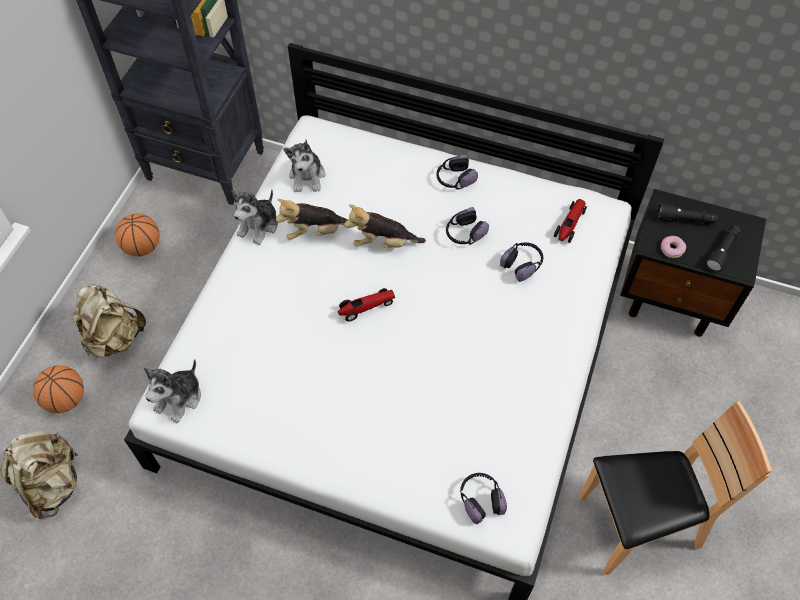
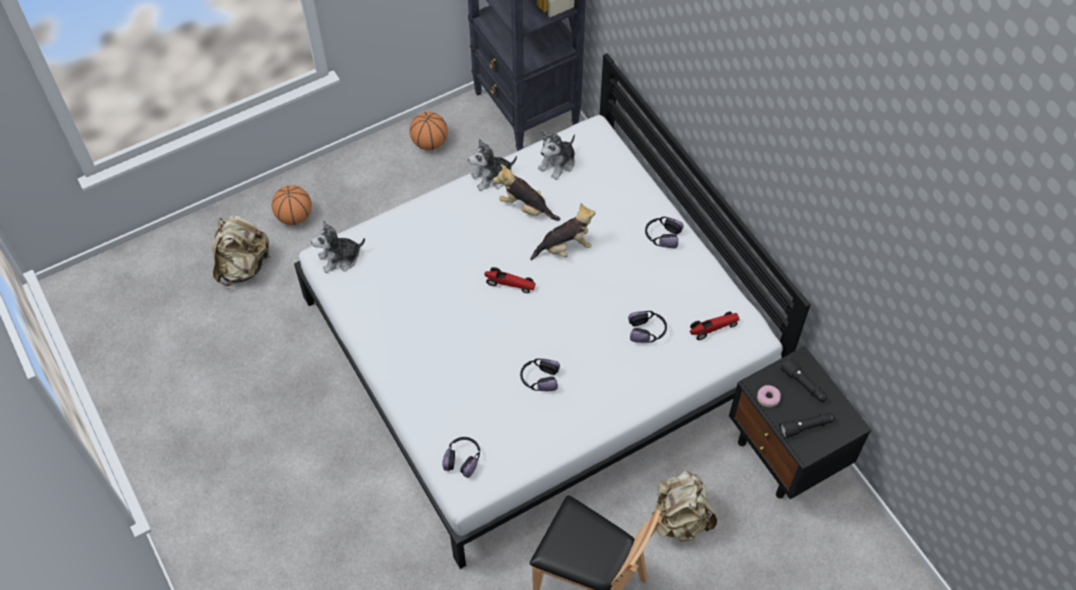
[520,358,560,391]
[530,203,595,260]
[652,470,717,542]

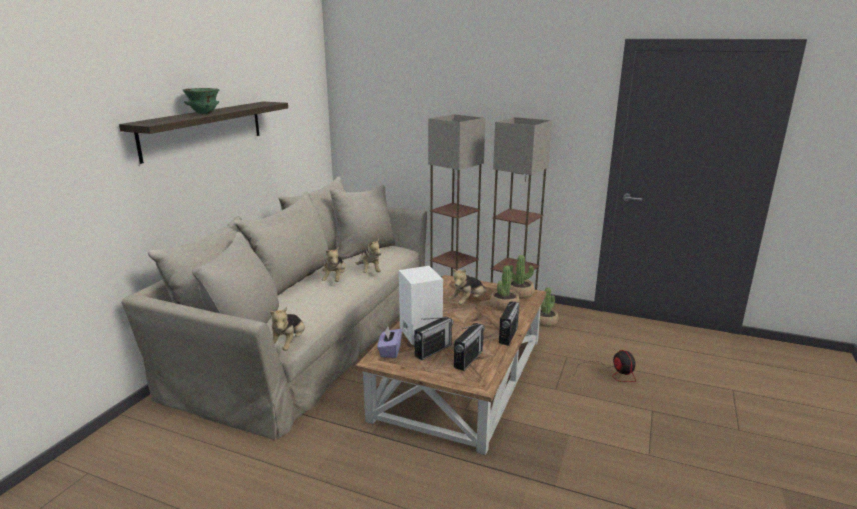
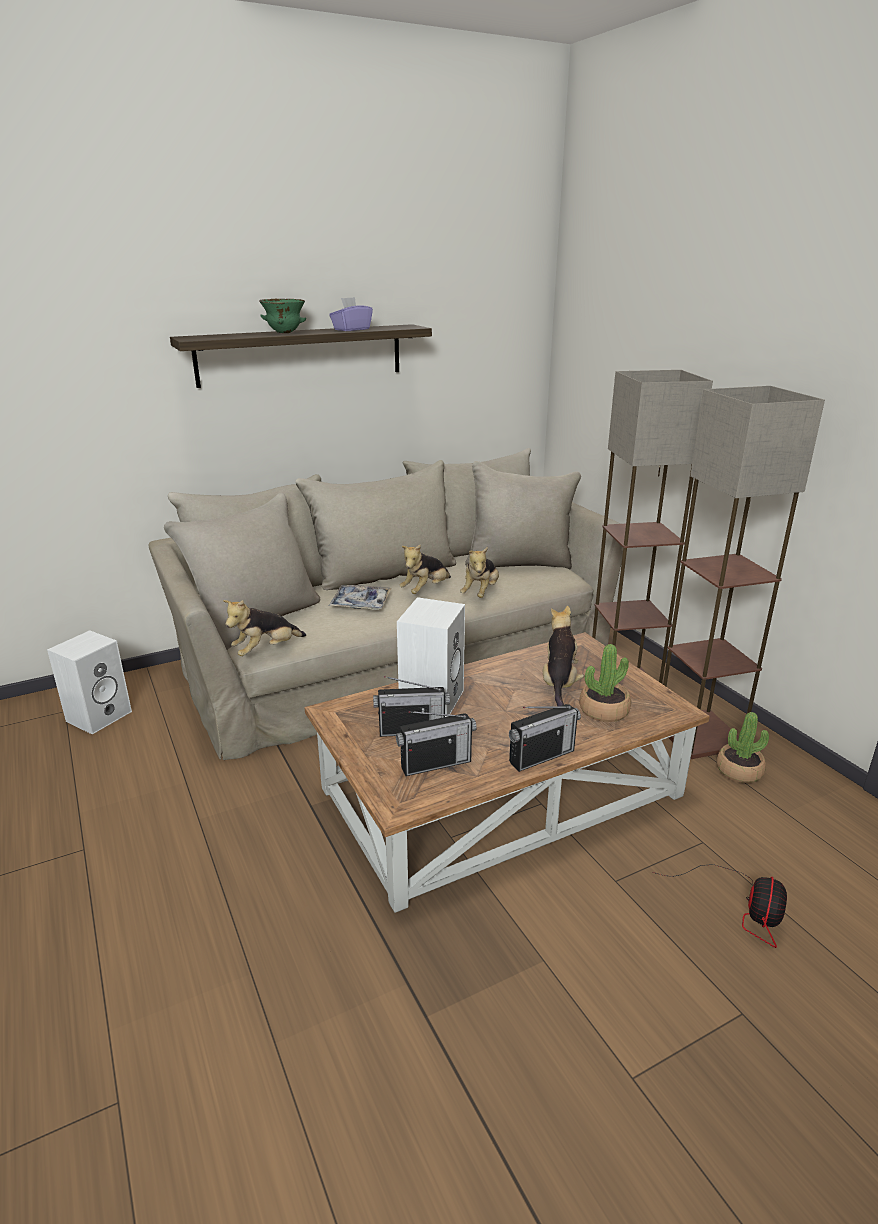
[47,630,132,734]
[329,297,373,331]
[329,585,391,610]
[543,606,584,707]
[509,255,534,299] (first image)

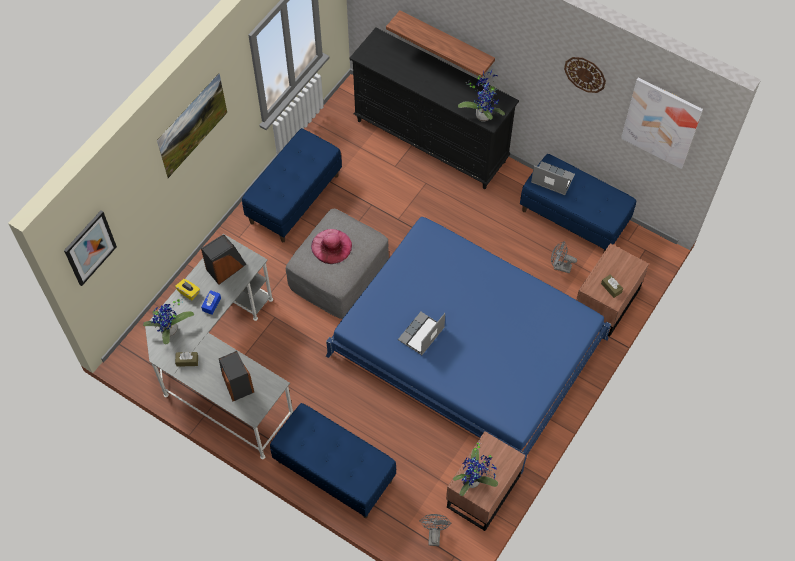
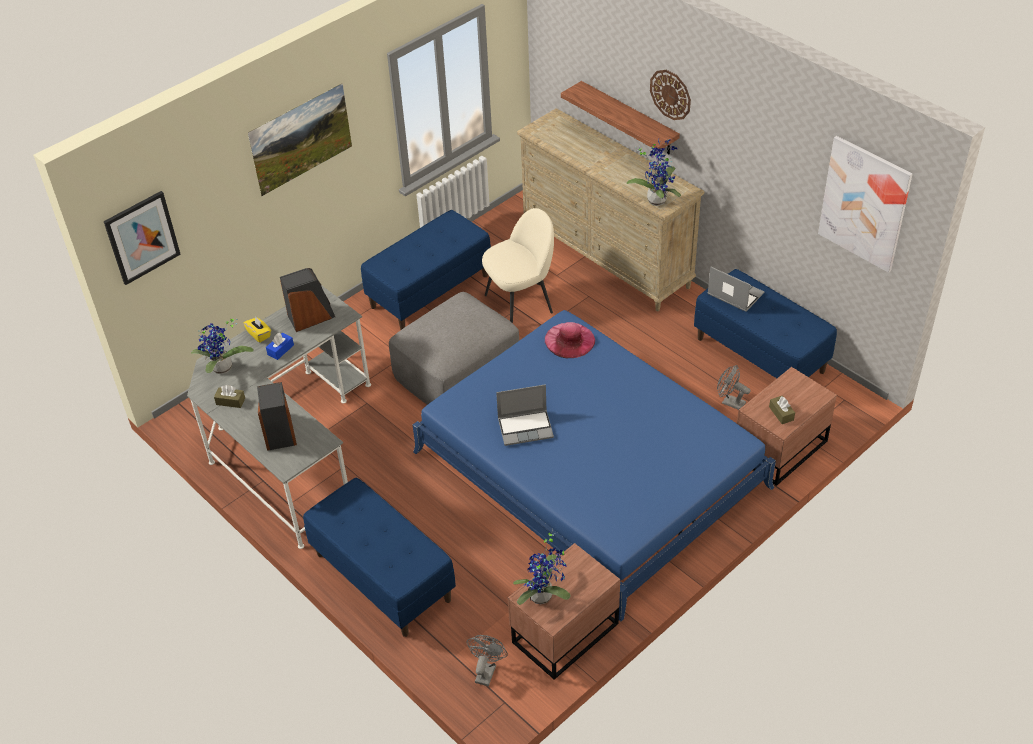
[482,208,554,323]
[496,384,554,446]
[517,108,704,311]
[545,322,595,358]
[650,70,691,120]

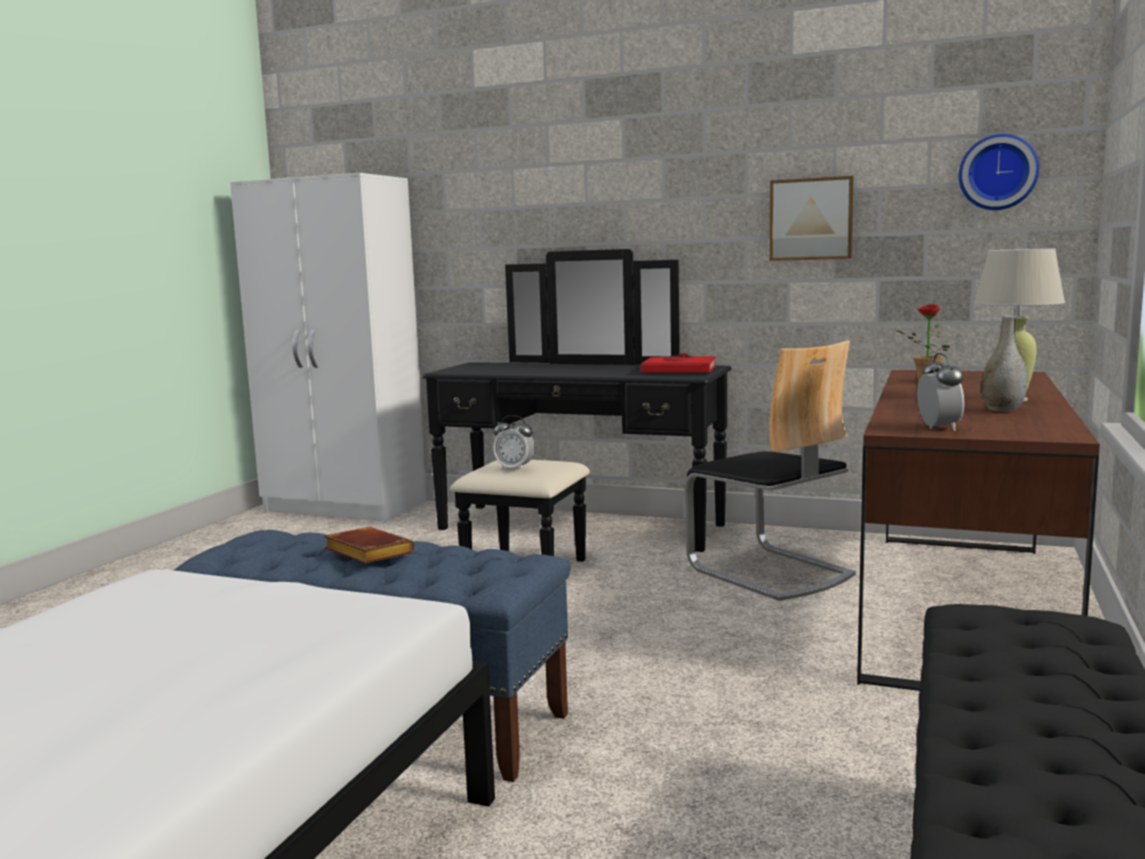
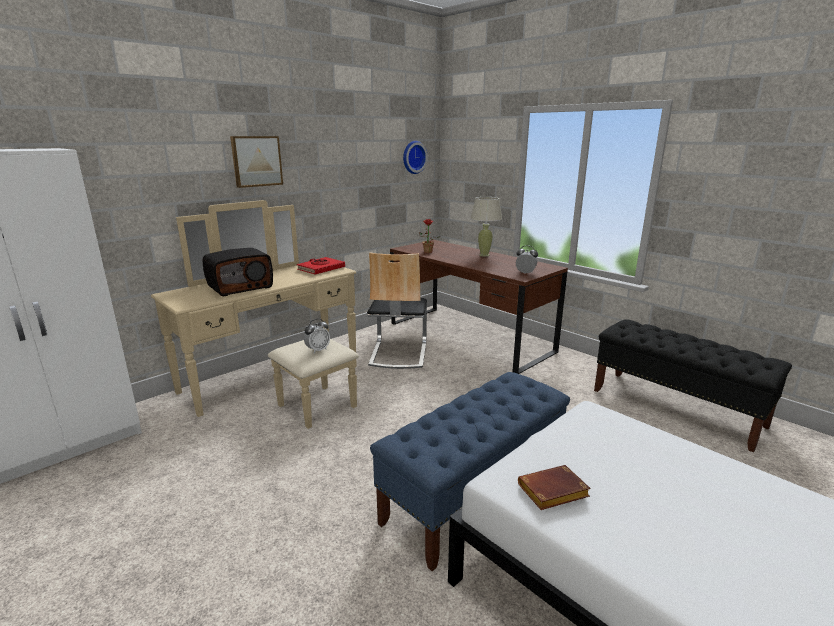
[151,200,359,429]
[203,248,273,296]
[230,136,283,188]
[367,252,427,369]
[518,465,591,510]
[981,315,1027,412] (first image)

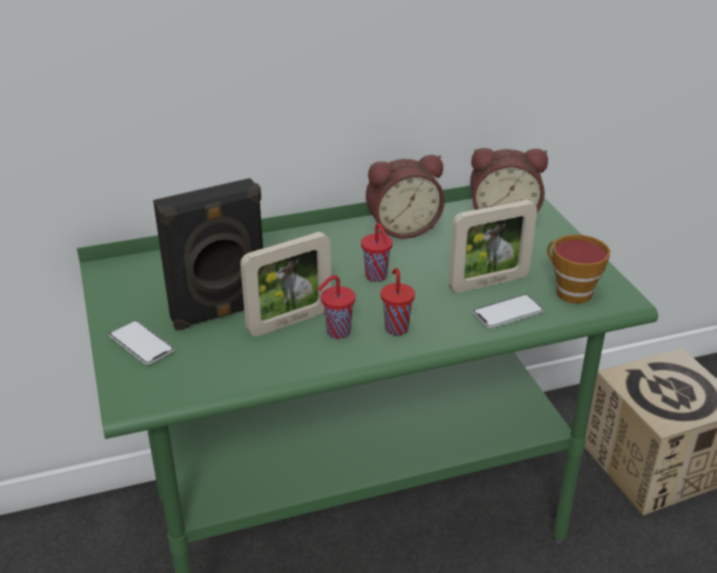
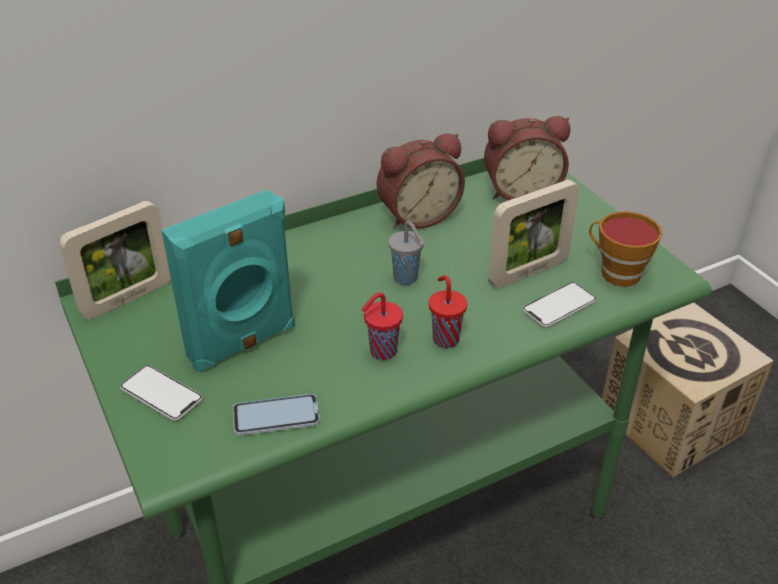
[59,201,171,320]
[161,189,295,372]
[233,394,320,436]
[388,221,424,285]

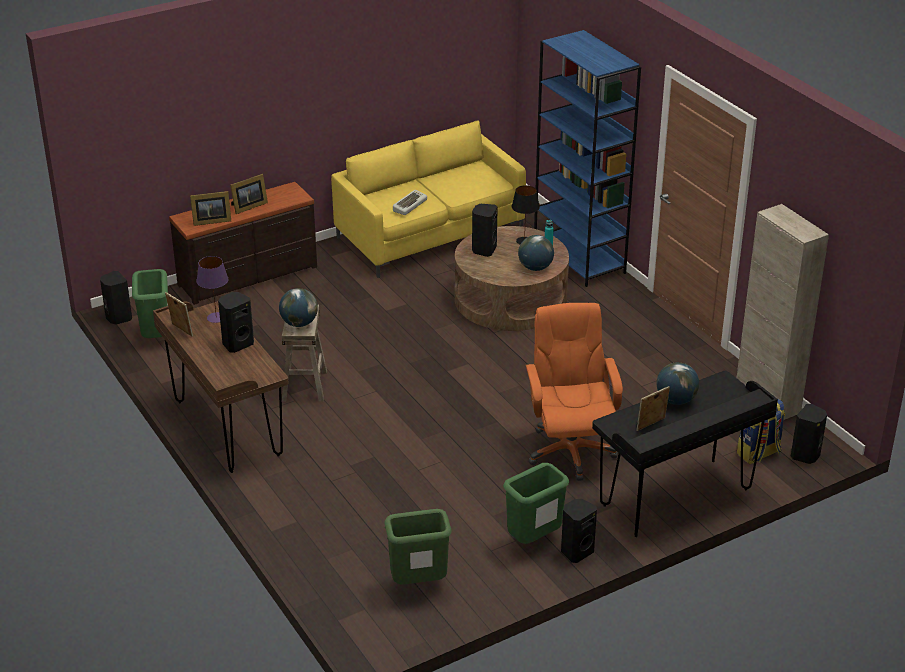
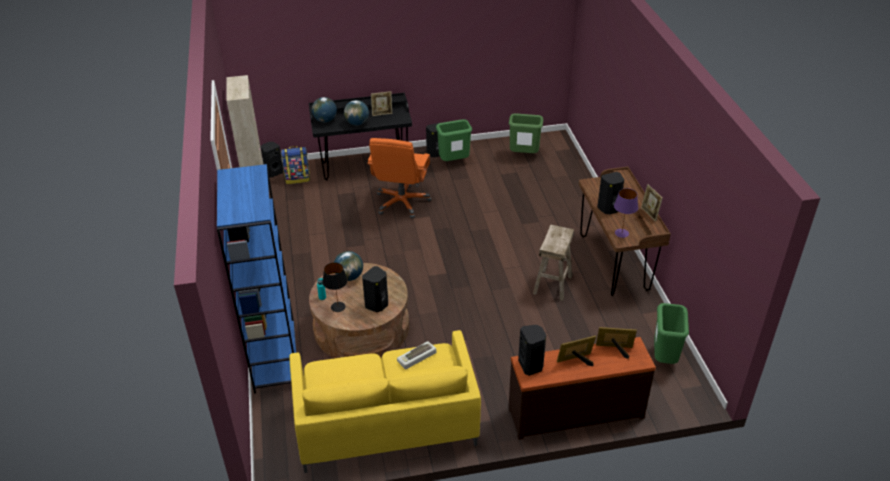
[312,97,337,122]
[518,325,546,376]

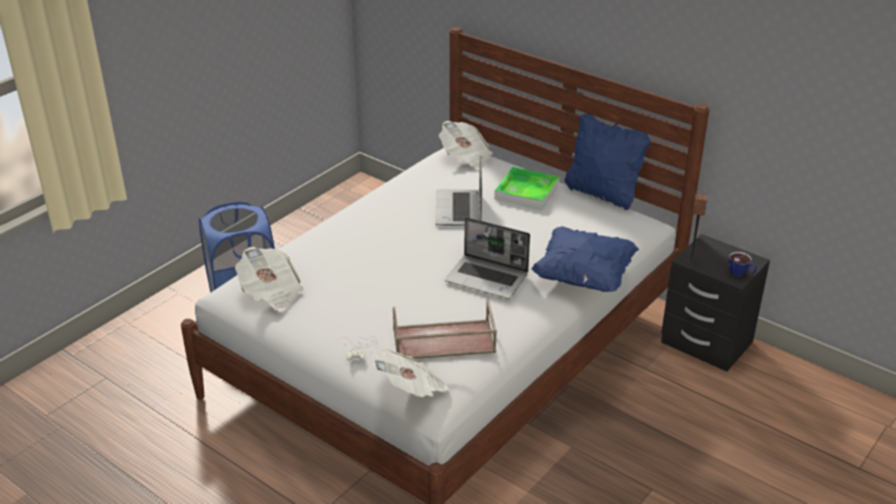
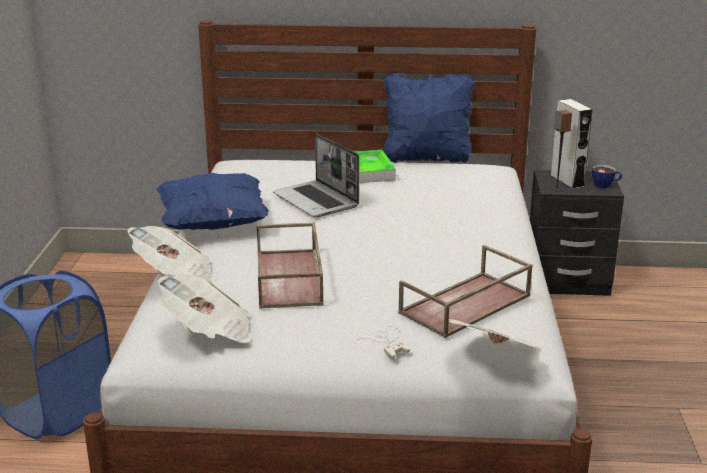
[127,226,212,282]
[157,173,269,230]
[257,222,324,309]
[551,99,593,189]
[445,217,530,299] (first image)

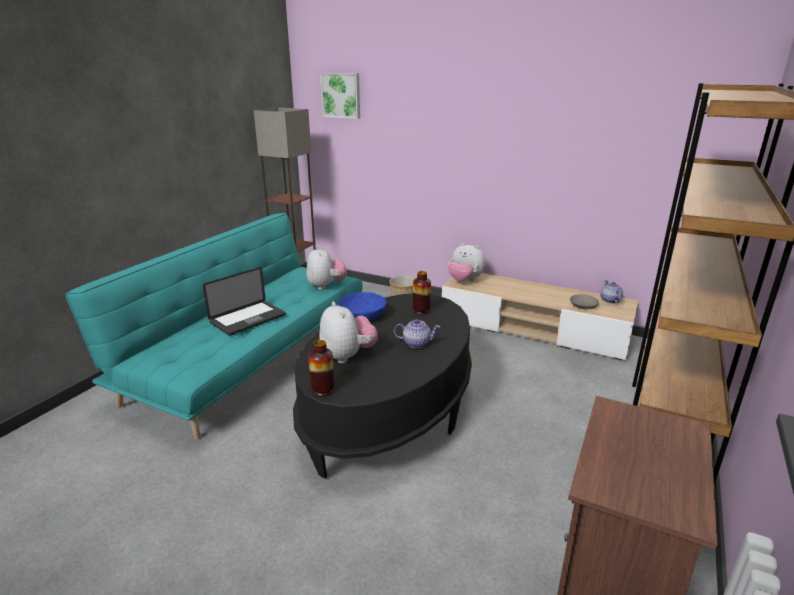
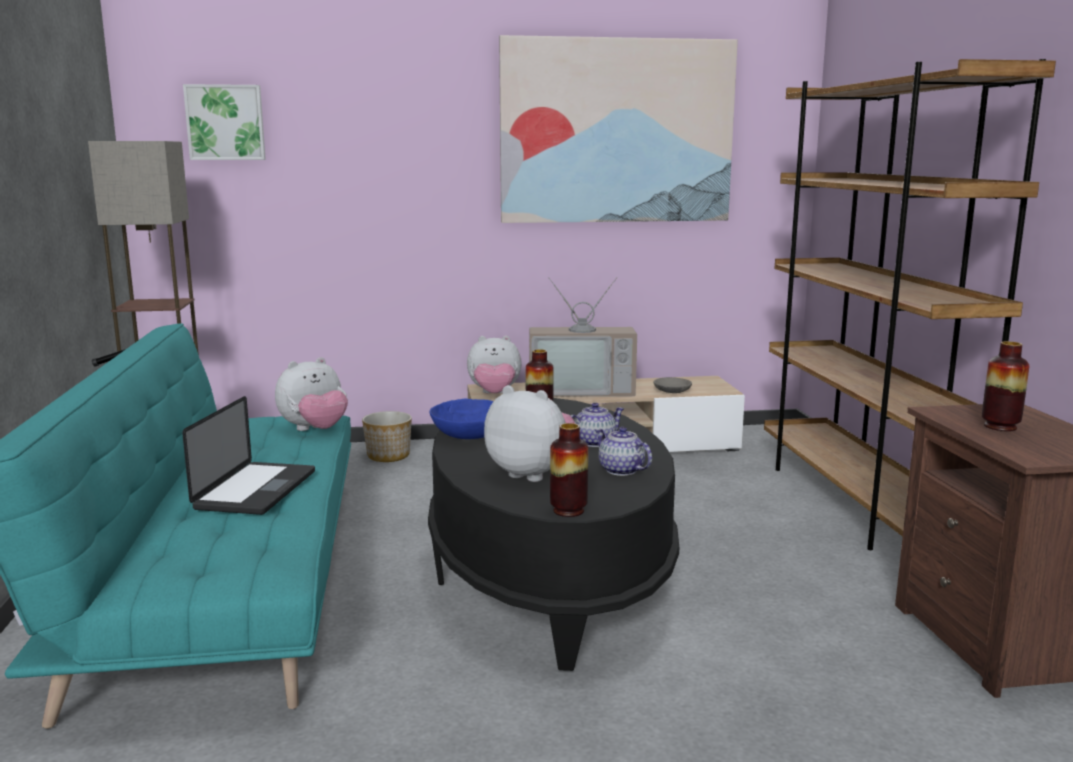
[275,357,348,431]
[499,35,738,223]
[529,277,637,397]
[595,427,652,476]
[982,341,1029,431]

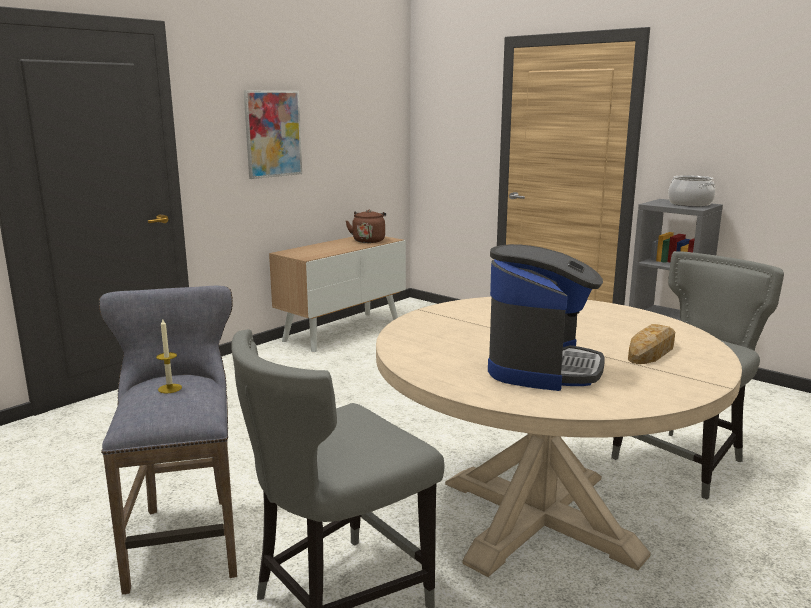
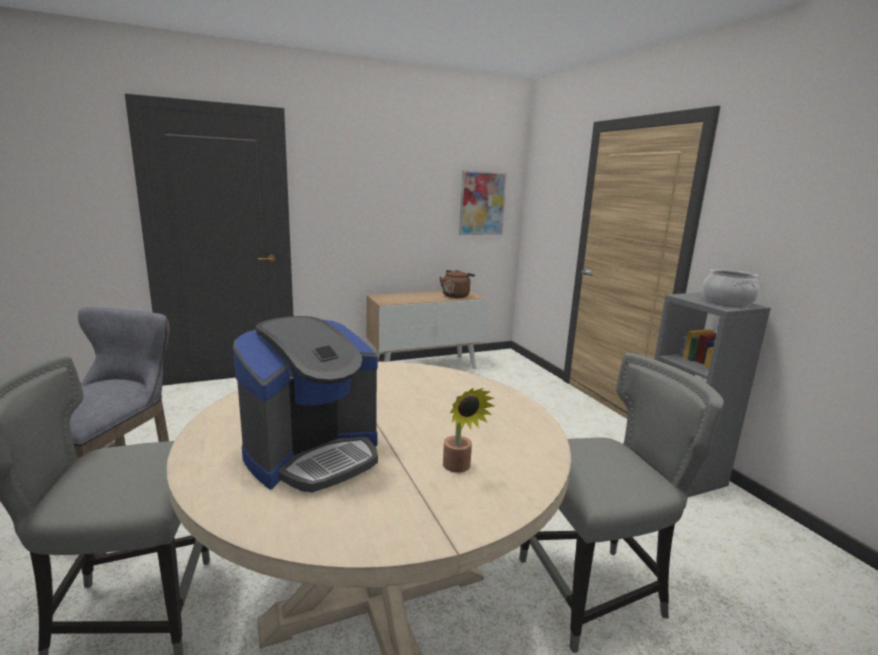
[443,387,494,473]
[459,170,507,235]
[156,319,182,393] (first image)

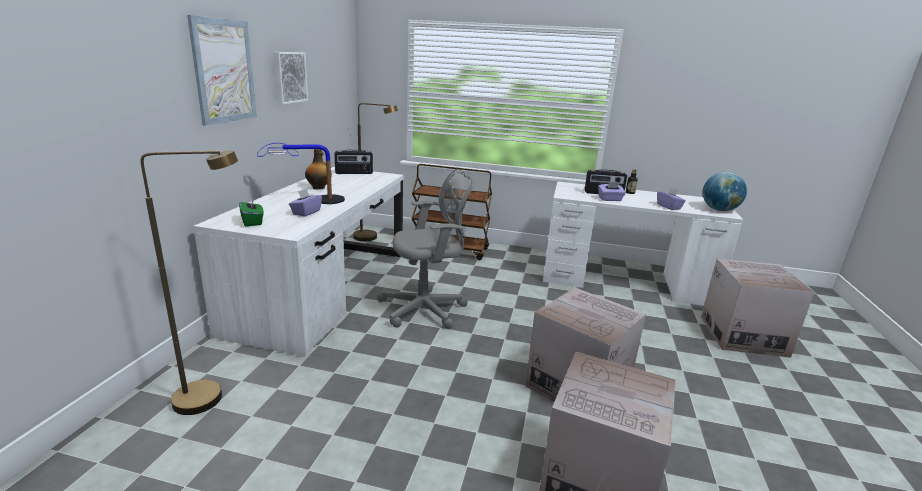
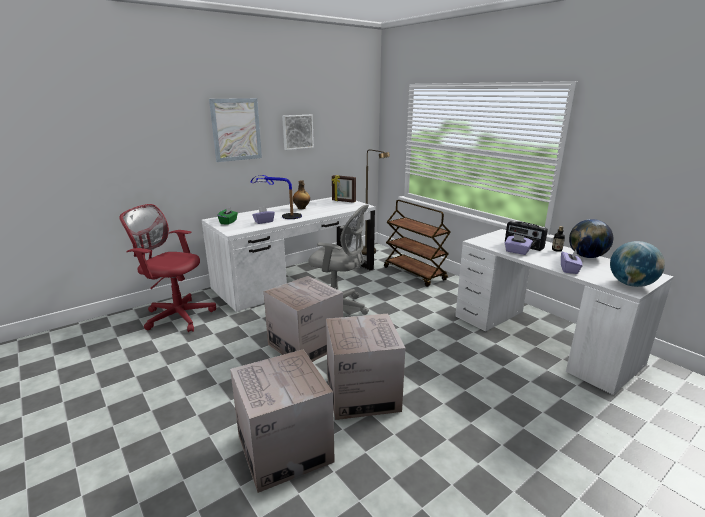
[119,204,216,332]
[264,276,343,362]
[331,175,356,203]
[569,219,613,258]

